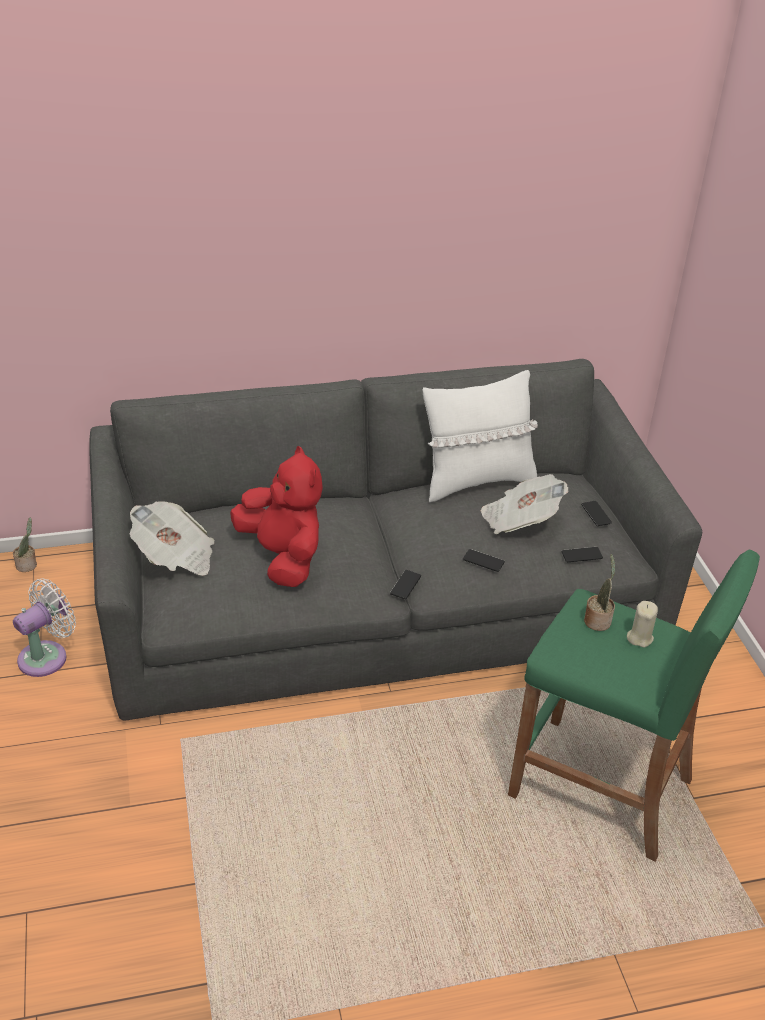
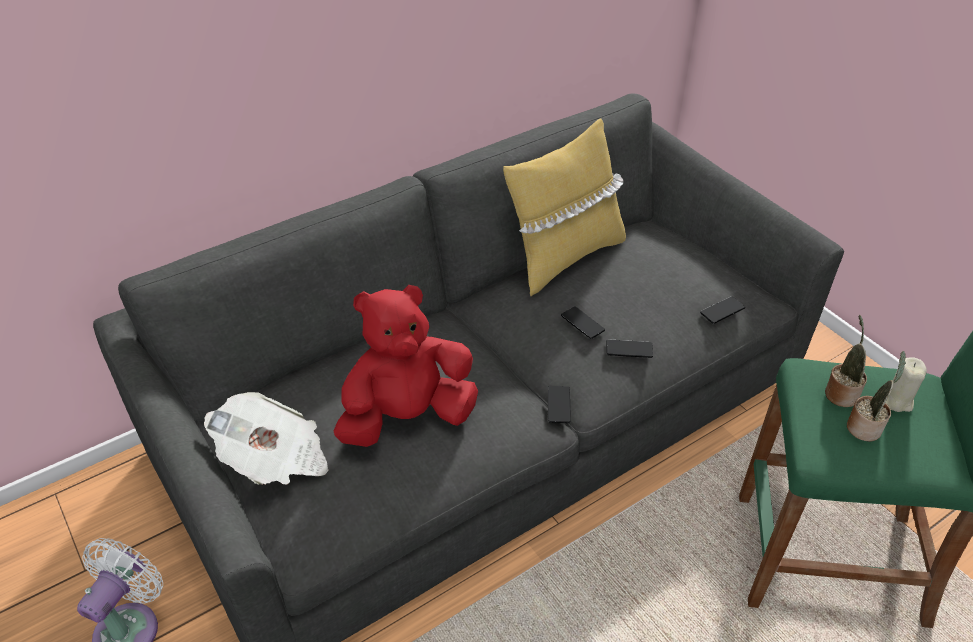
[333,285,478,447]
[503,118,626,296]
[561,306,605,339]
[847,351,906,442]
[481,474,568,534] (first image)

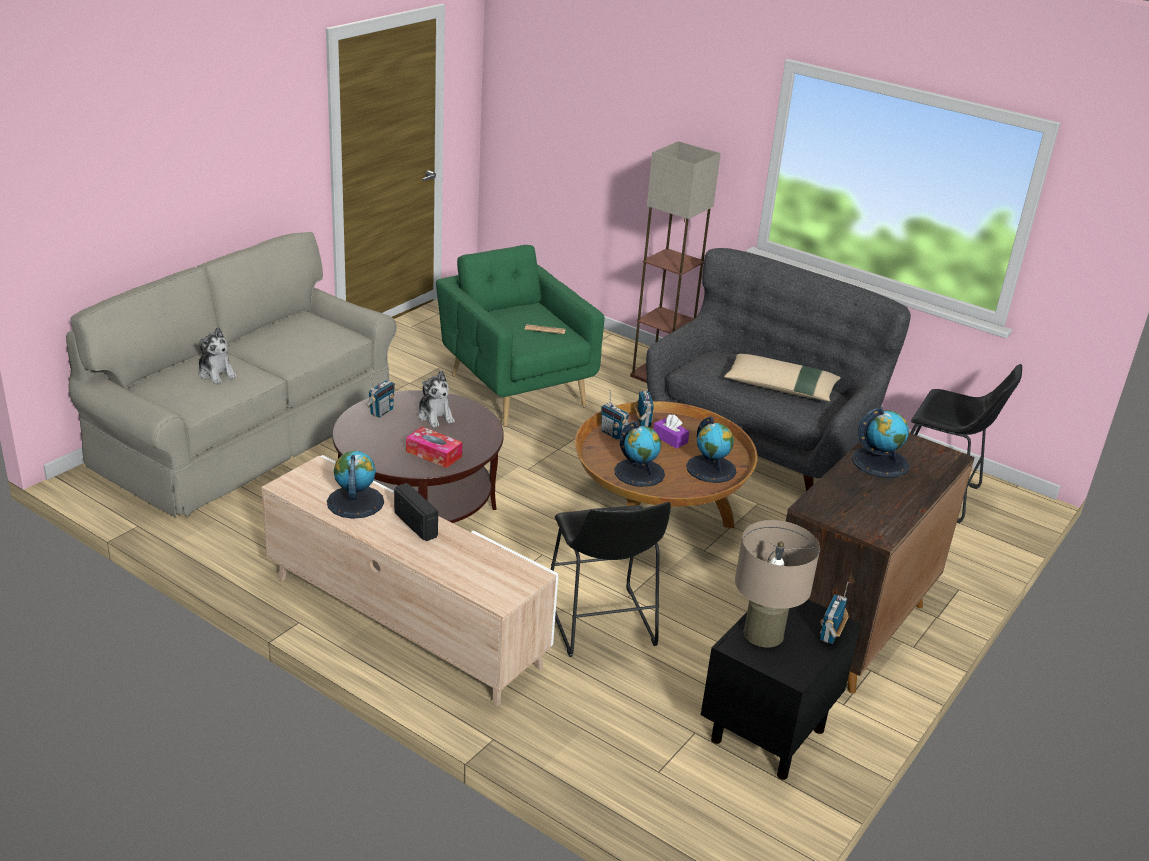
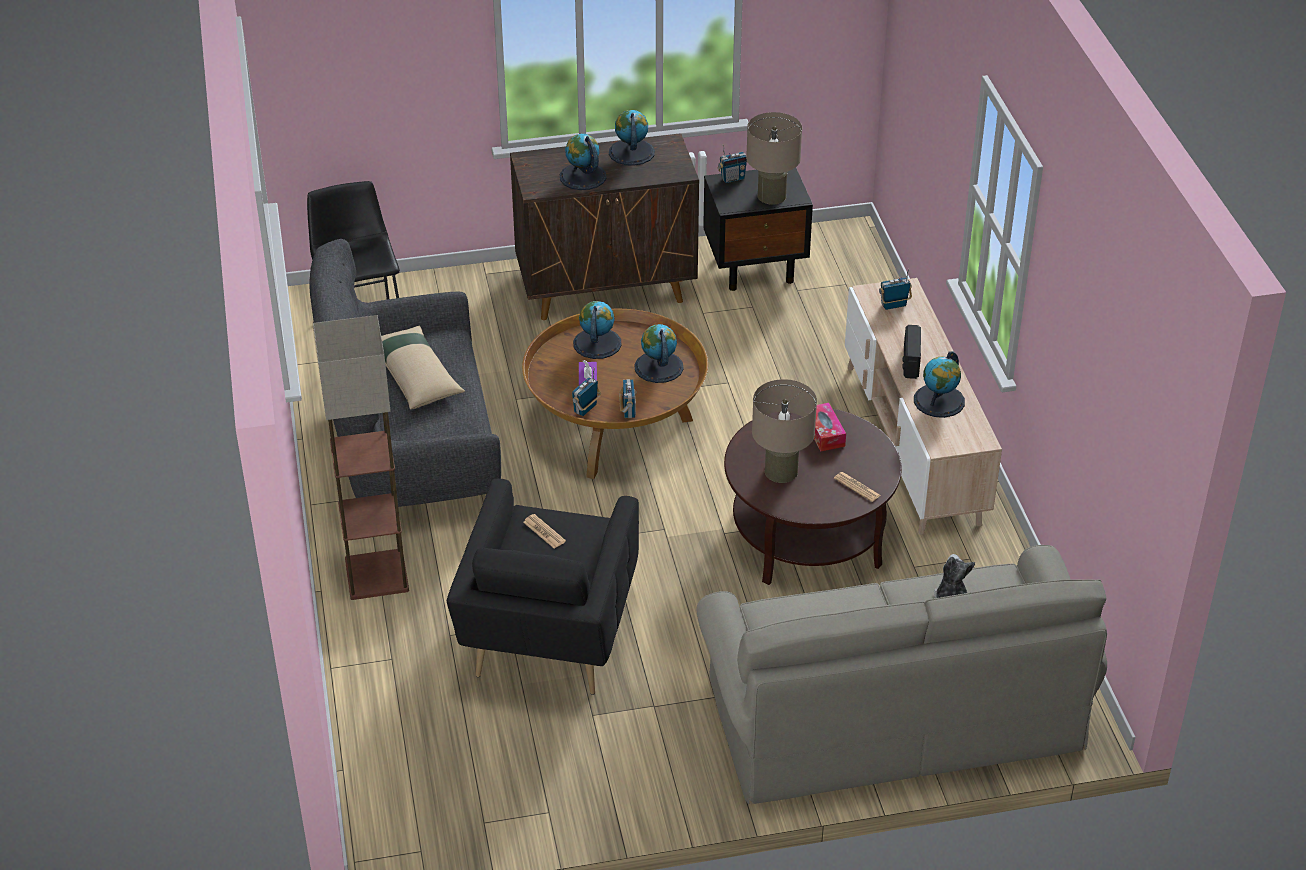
[447,479,639,695]
[609,110,655,166]
[752,379,817,483]
[834,472,881,502]
[879,269,912,310]
[551,502,671,657] (first image)

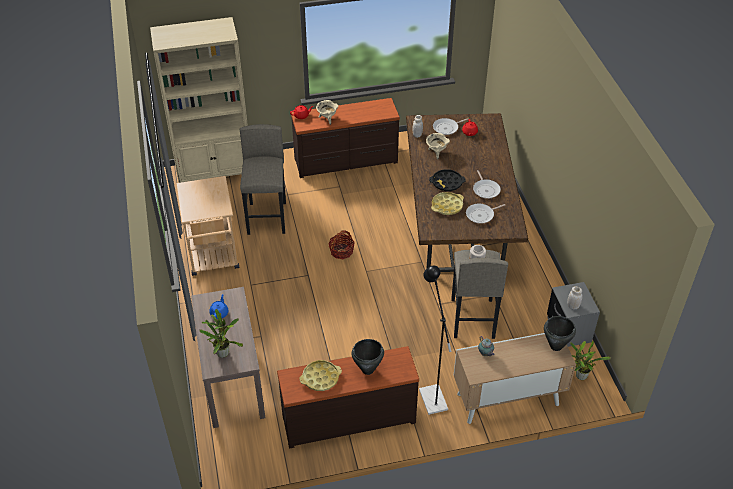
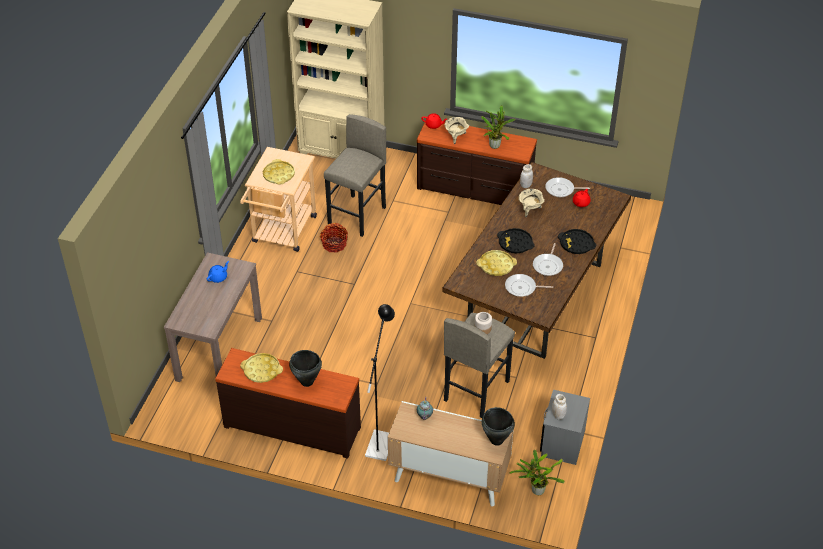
[263,159,295,184]
[320,223,348,253]
[481,105,516,149]
[558,229,596,254]

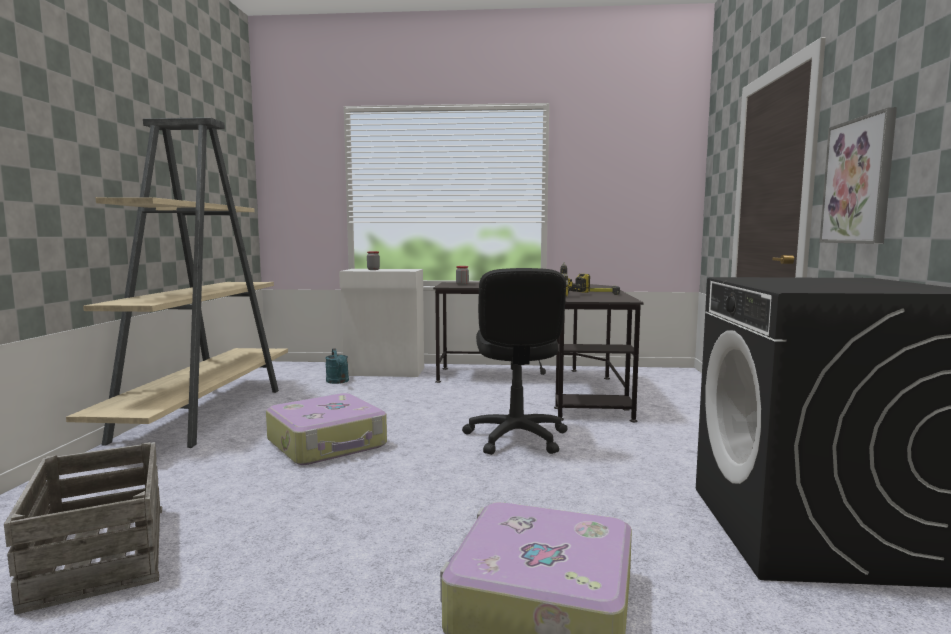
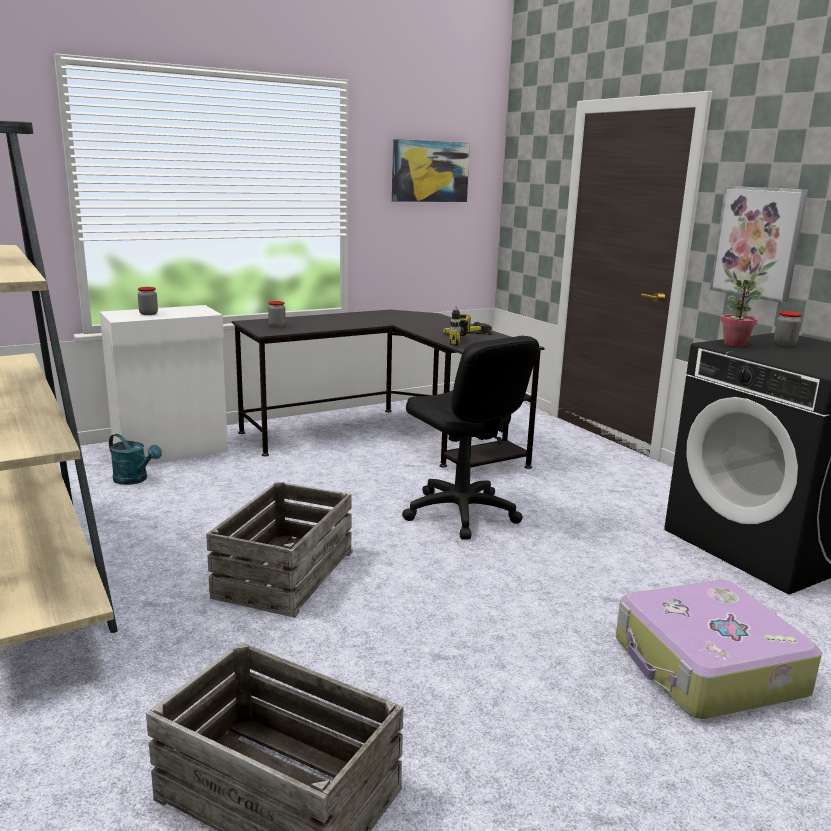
[206,482,353,618]
[392,139,470,202]
[721,280,762,347]
[774,311,802,346]

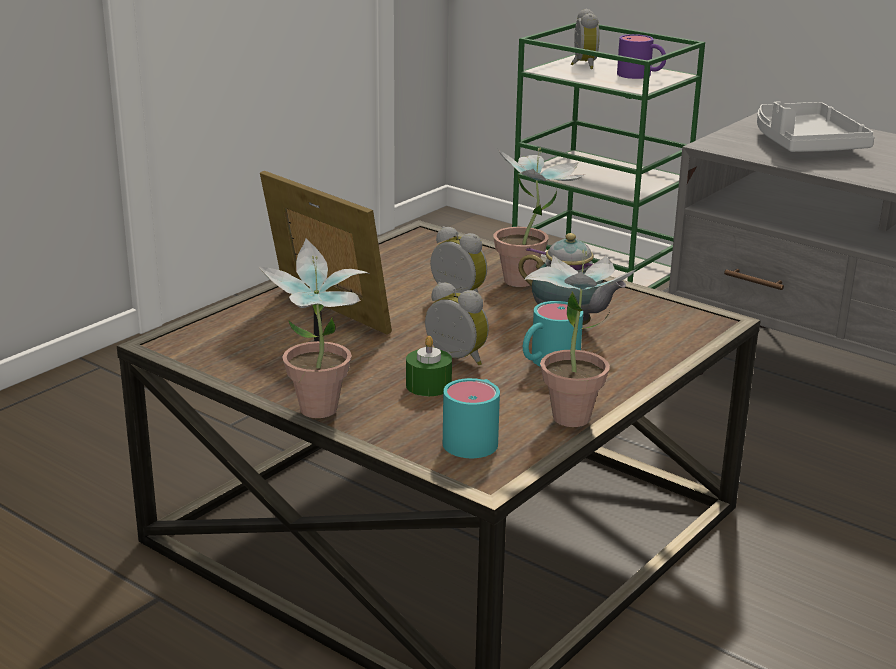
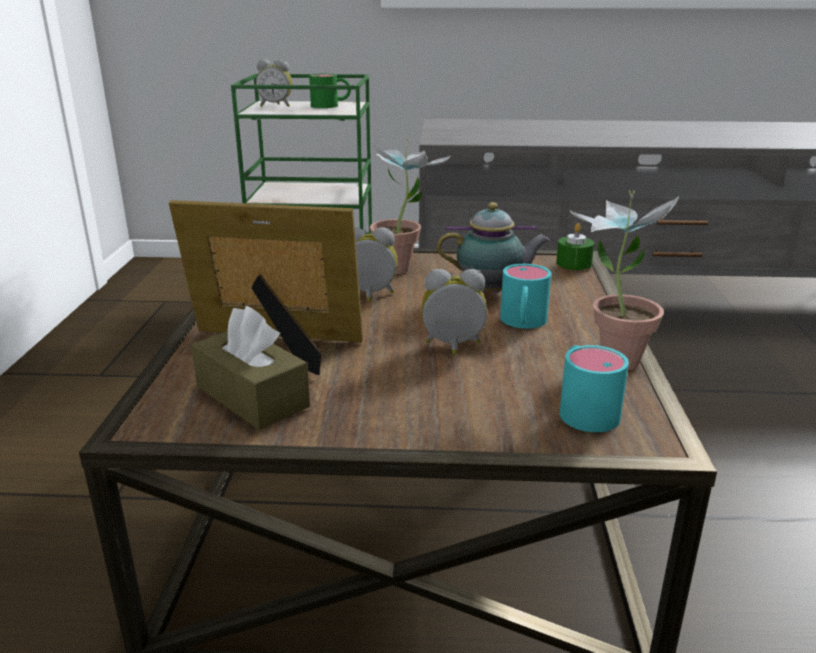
[191,306,310,430]
[256,59,293,107]
[309,74,351,108]
[556,223,594,270]
[258,239,370,418] (first image)
[757,102,875,152] (first image)

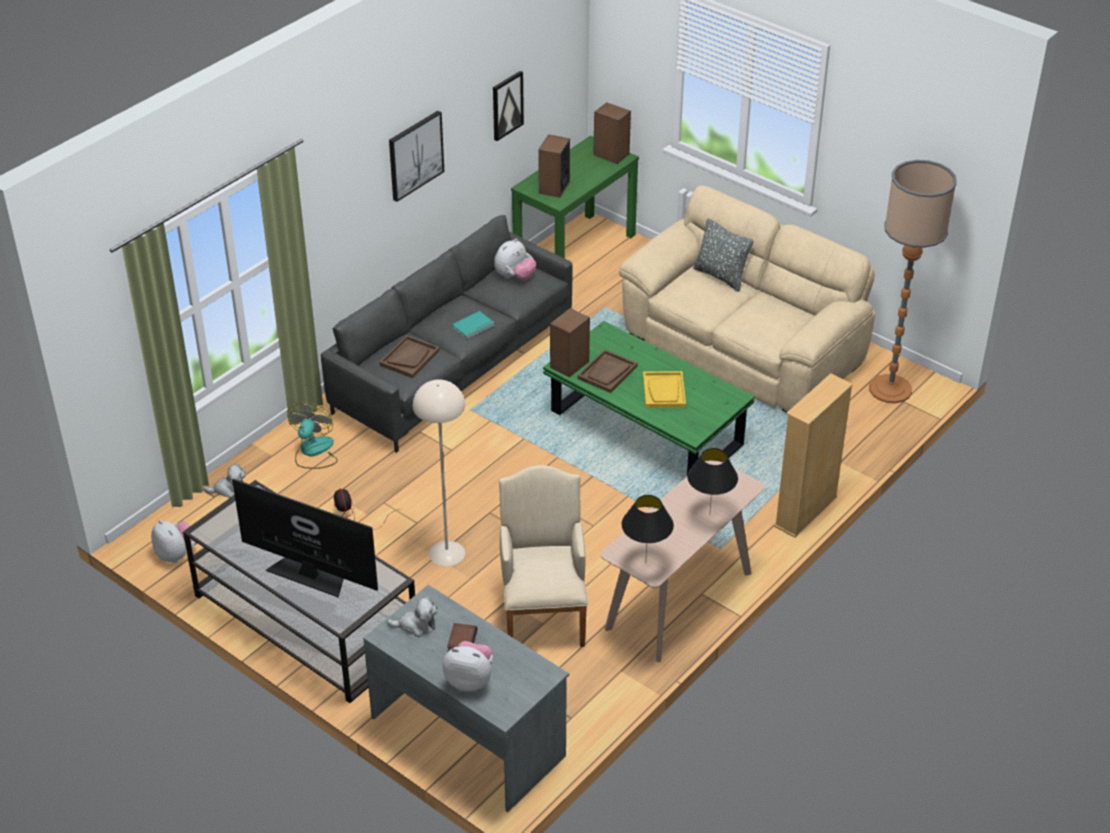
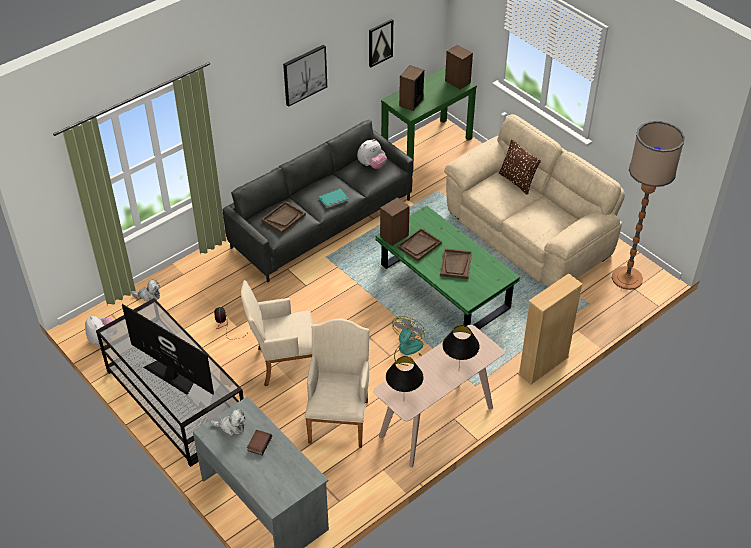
[241,280,313,386]
[392,316,425,366]
[440,248,472,279]
[499,140,541,195]
[442,641,493,692] (first image)

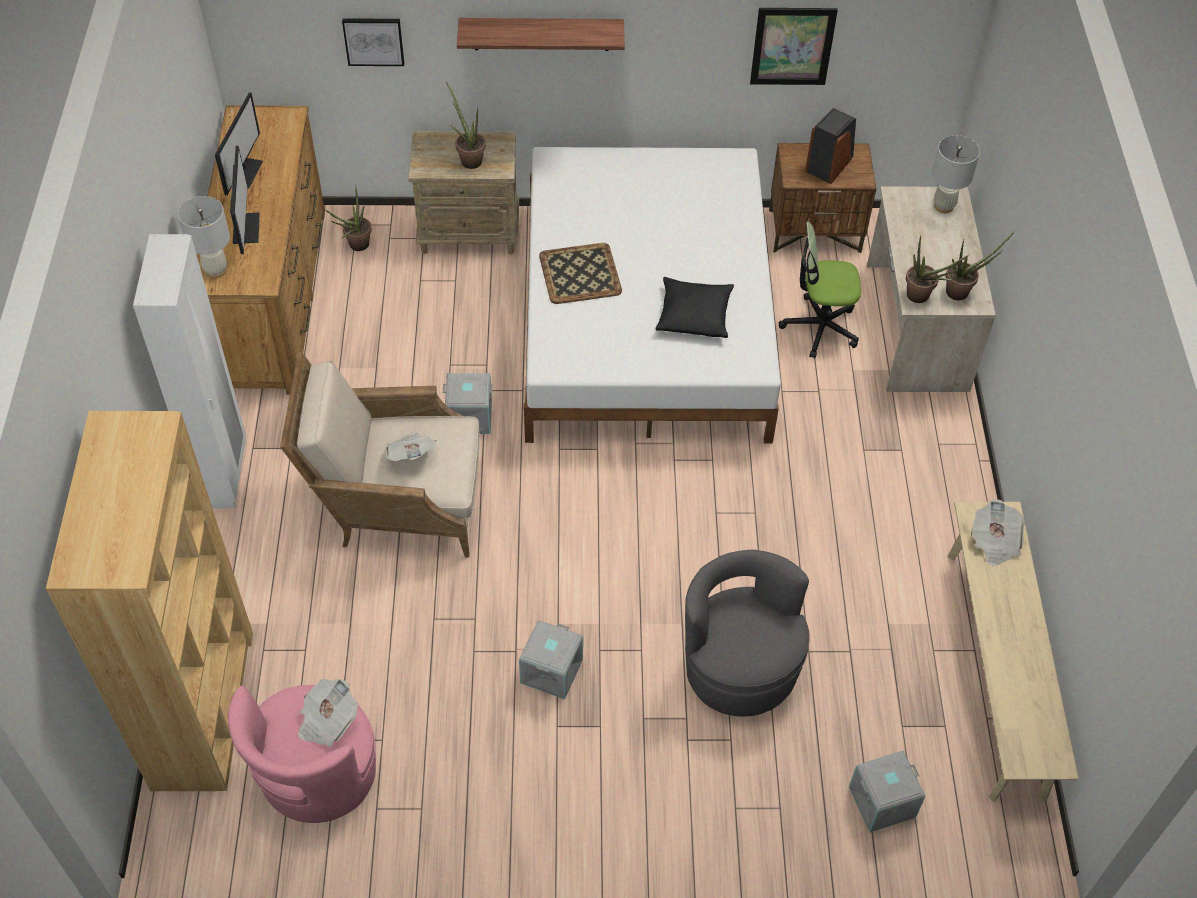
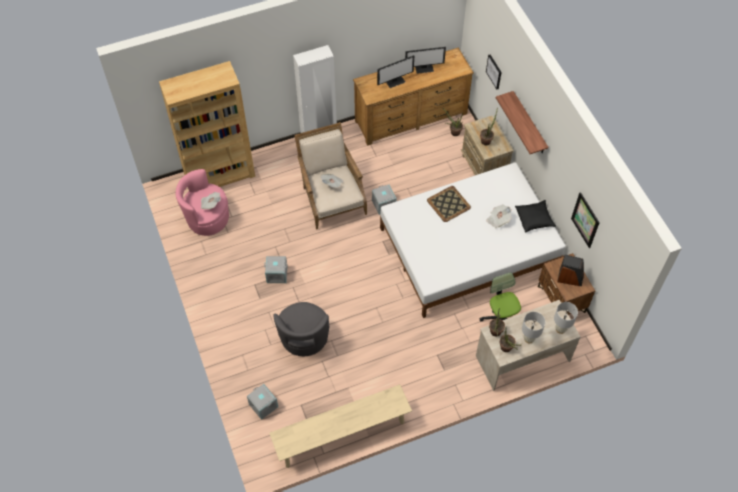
[274,302,329,356]
[486,204,512,228]
[515,200,556,233]
[522,312,545,344]

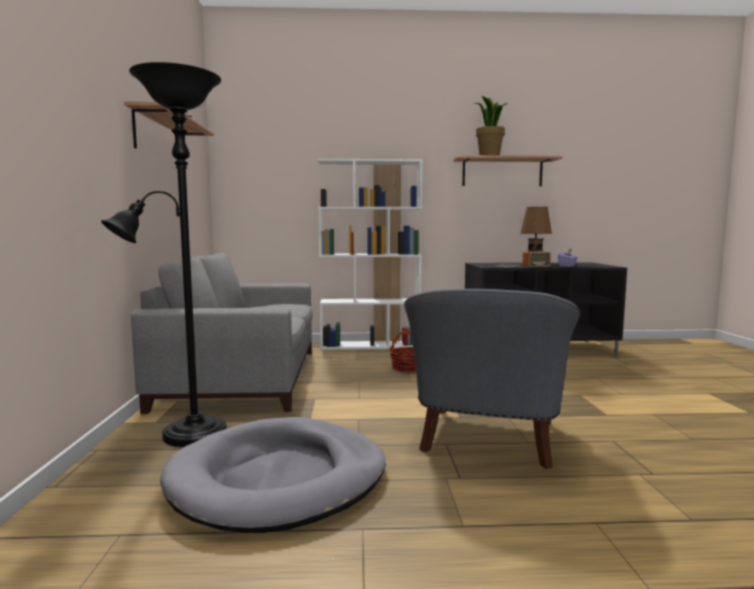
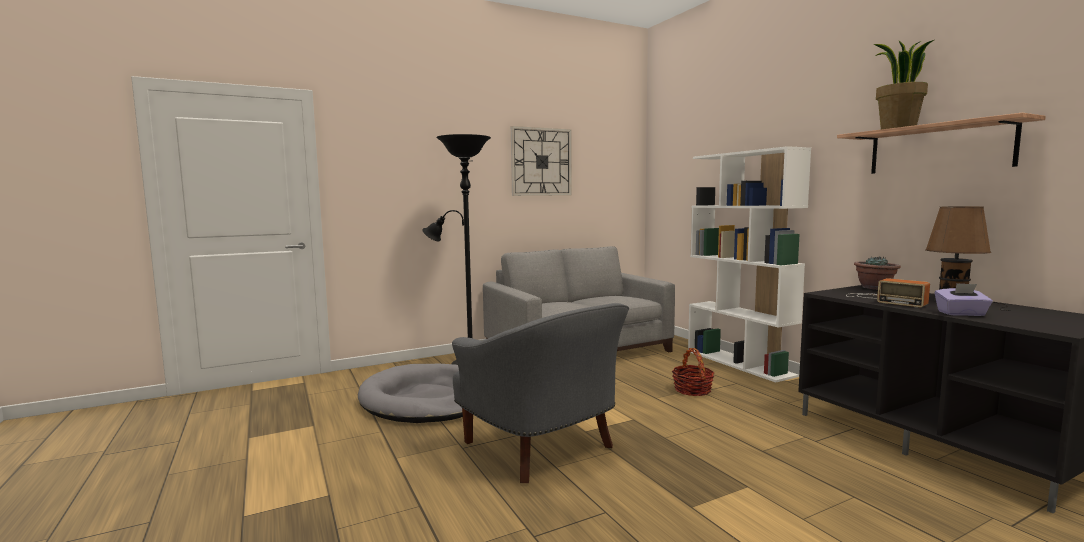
[452,303,629,483]
[511,126,572,196]
[854,256,901,290]

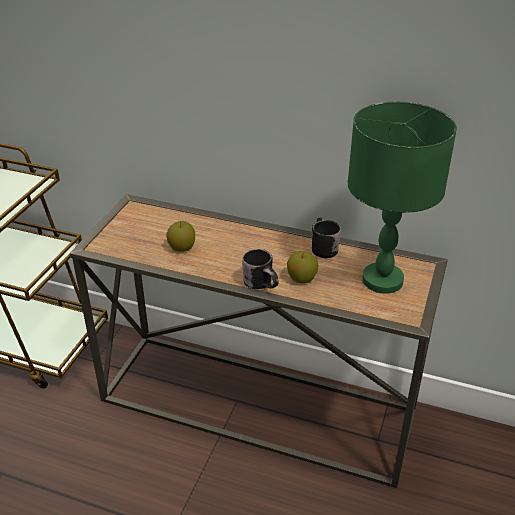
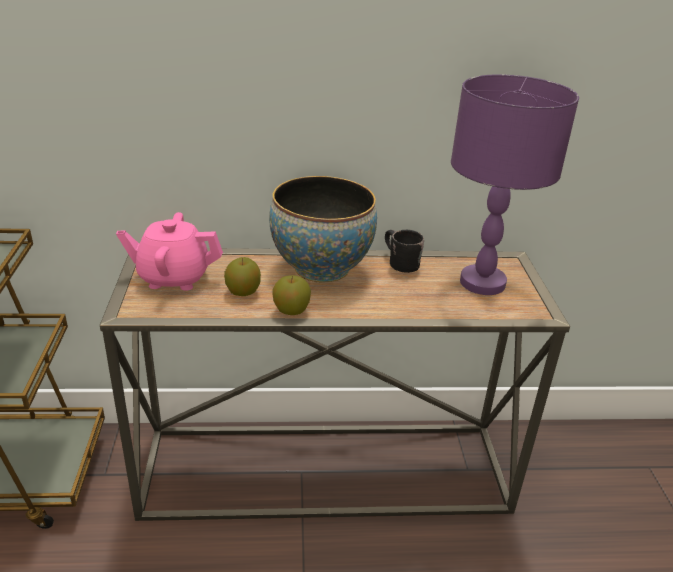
[116,212,223,291]
[269,176,377,283]
[272,275,311,315]
[451,74,579,295]
[242,249,278,289] (first image)

